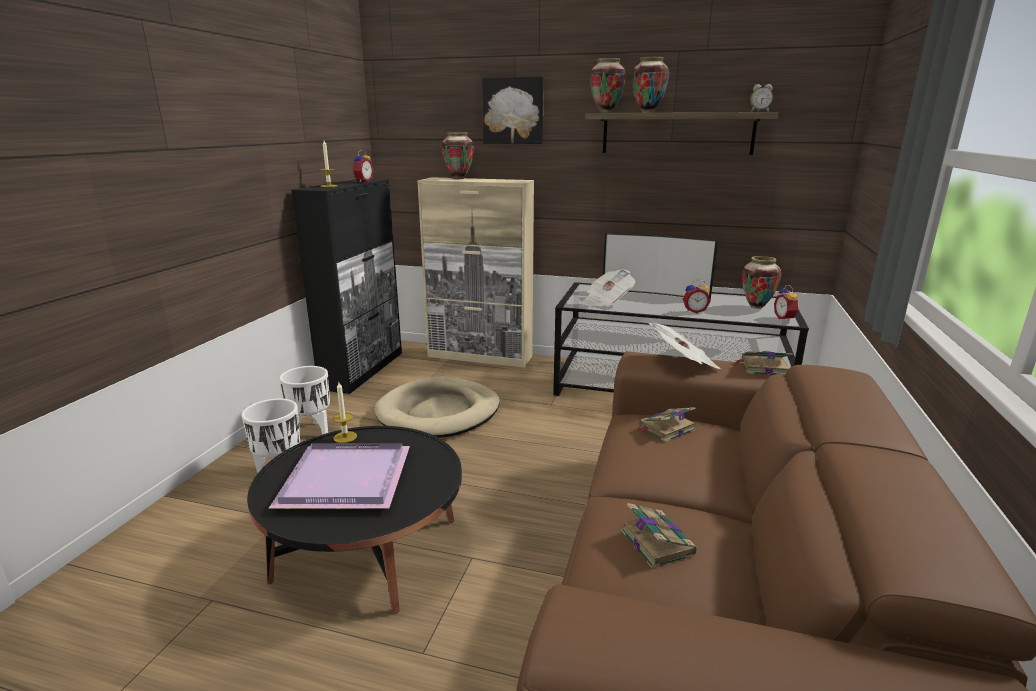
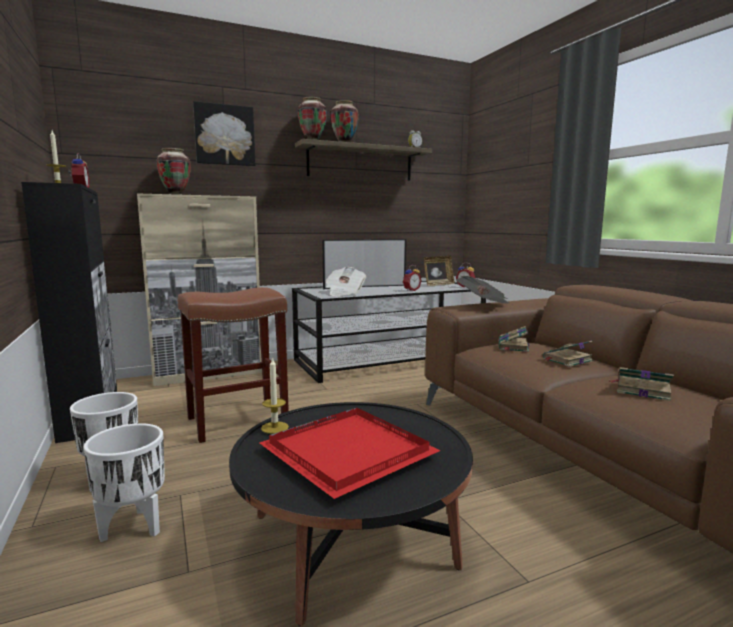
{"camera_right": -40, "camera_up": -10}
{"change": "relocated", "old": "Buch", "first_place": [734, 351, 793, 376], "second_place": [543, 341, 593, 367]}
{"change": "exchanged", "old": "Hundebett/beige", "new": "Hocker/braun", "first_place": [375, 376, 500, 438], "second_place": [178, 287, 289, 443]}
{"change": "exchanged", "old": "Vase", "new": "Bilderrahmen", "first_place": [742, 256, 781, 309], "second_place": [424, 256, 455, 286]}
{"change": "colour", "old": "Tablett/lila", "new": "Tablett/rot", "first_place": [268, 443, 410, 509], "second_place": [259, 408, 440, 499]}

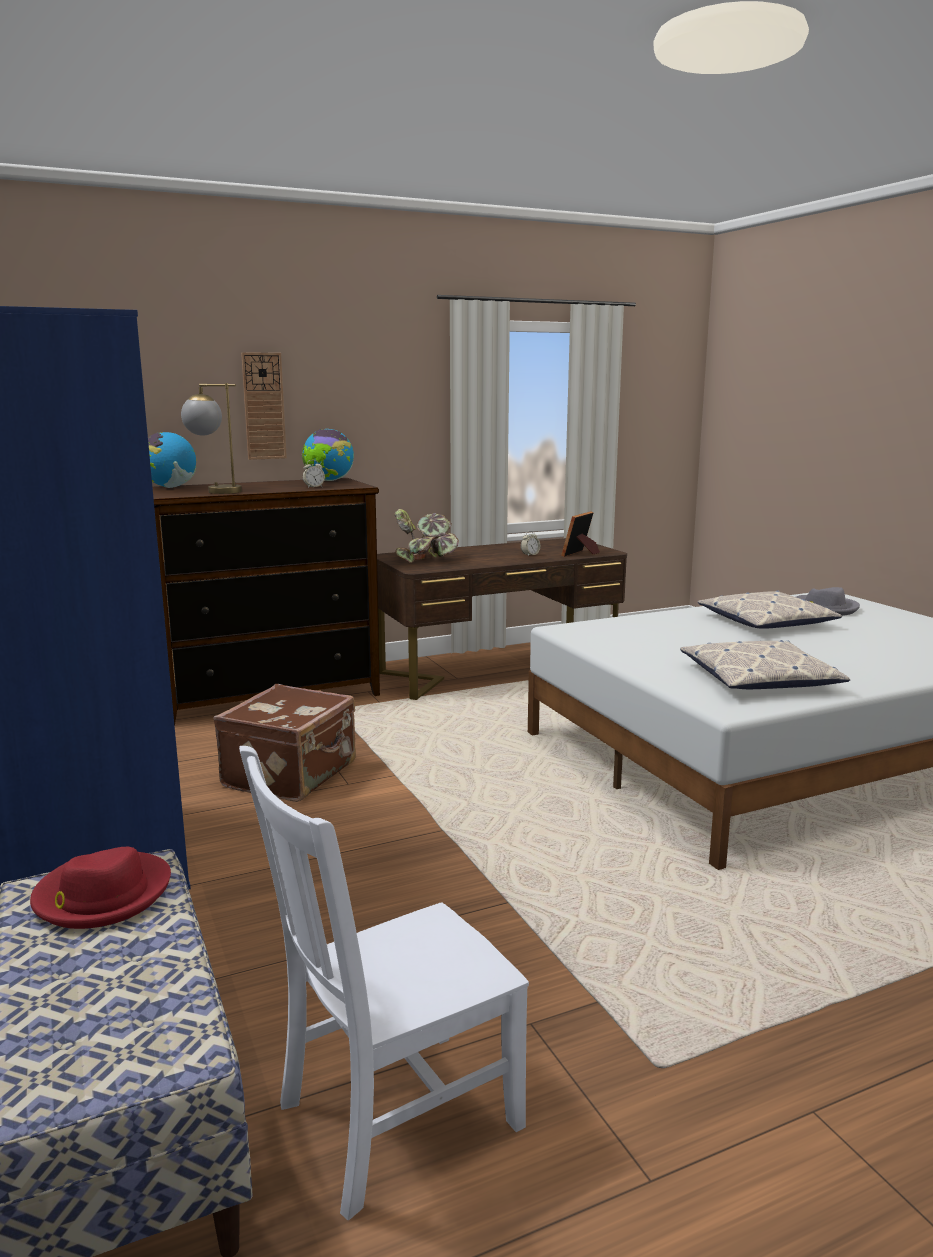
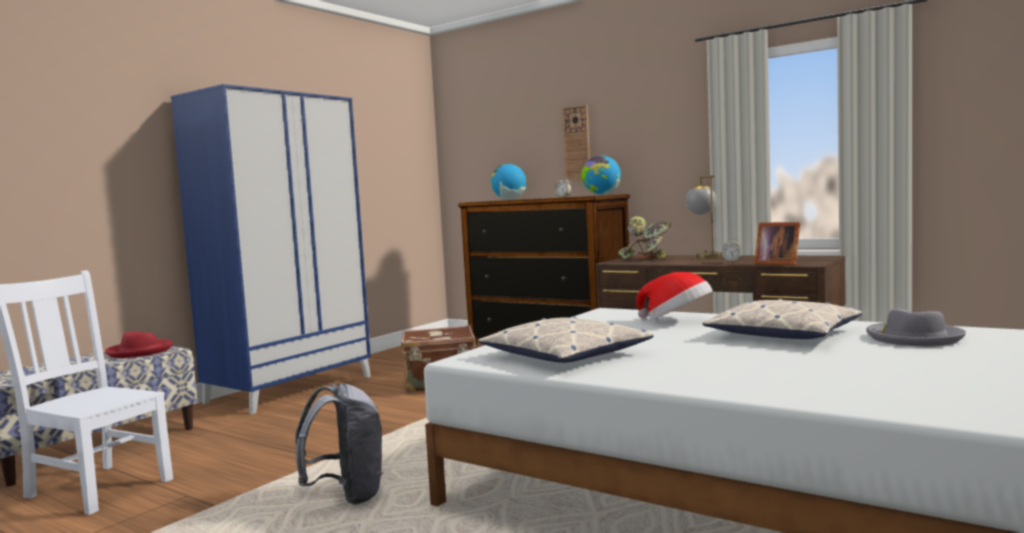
{"camera_right": 60, "camera_up": -10}
{"change": "appeared", "new": "Rucksack/grau", "second_place": [295, 383, 384, 505]}
{"change": "appeared", "new": "Hut", "second_place": [636, 272, 712, 321]}
{"change": "relocated", "old": "Tischlampe", "first_place": [181, 383, 242, 494], "second_place": [685, 175, 722, 259]}
{"change": "spun", "old": "Bilderrahmen", "first_place": [561, 511, 600, 557], "second_place": [754, 222, 800, 265], "degrees": -135}

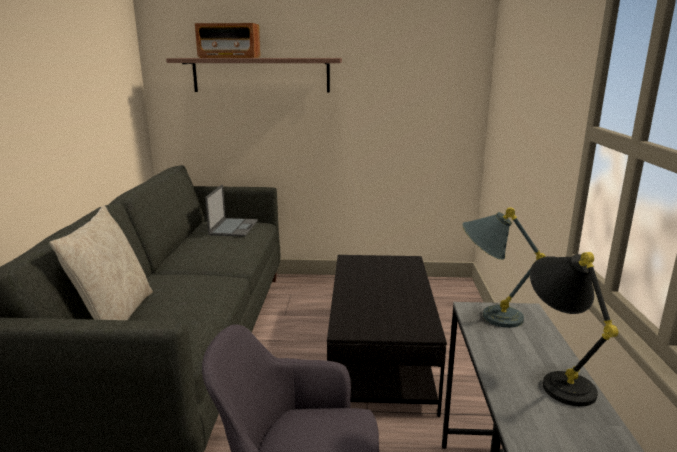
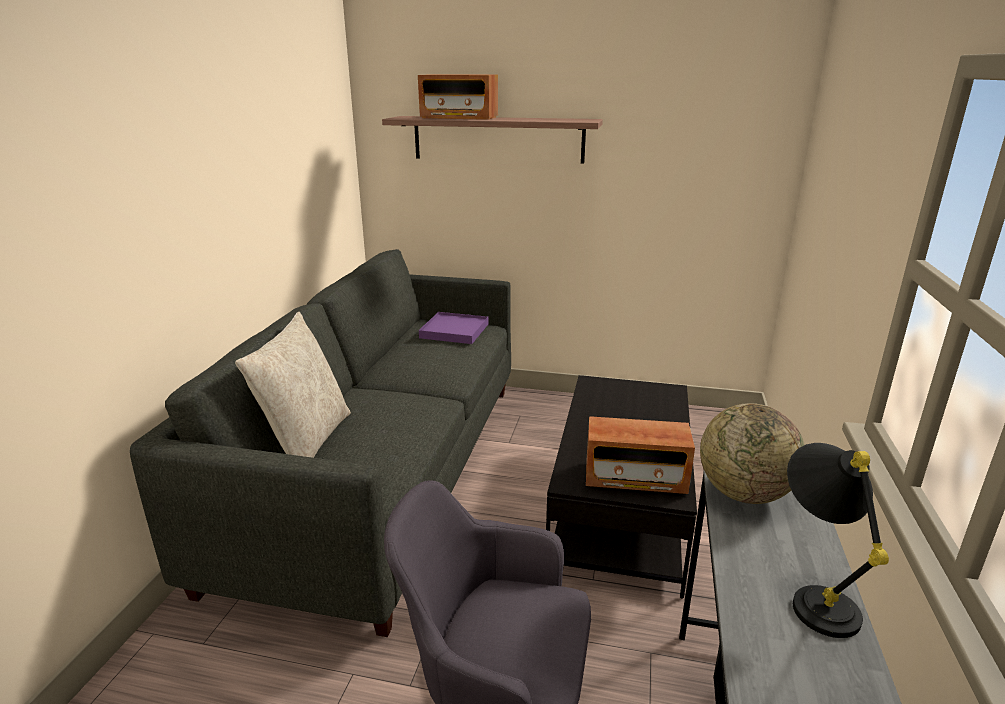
{"camera_right": 10, "camera_up": 5}
{"change": "appeared", "new": "Radio", "second_place": [586, 416, 695, 494]}
{"change": "exchanged", "old": "Laptop", "new": "Tablett/lila", "first_place": [205, 185, 258, 237], "second_place": [419, 312, 488, 344]}
{"change": "exchanged", "old": "Tischlampe/grau", "new": "Globus", "first_place": [462, 207, 546, 328], "second_place": [700, 403, 805, 504]}

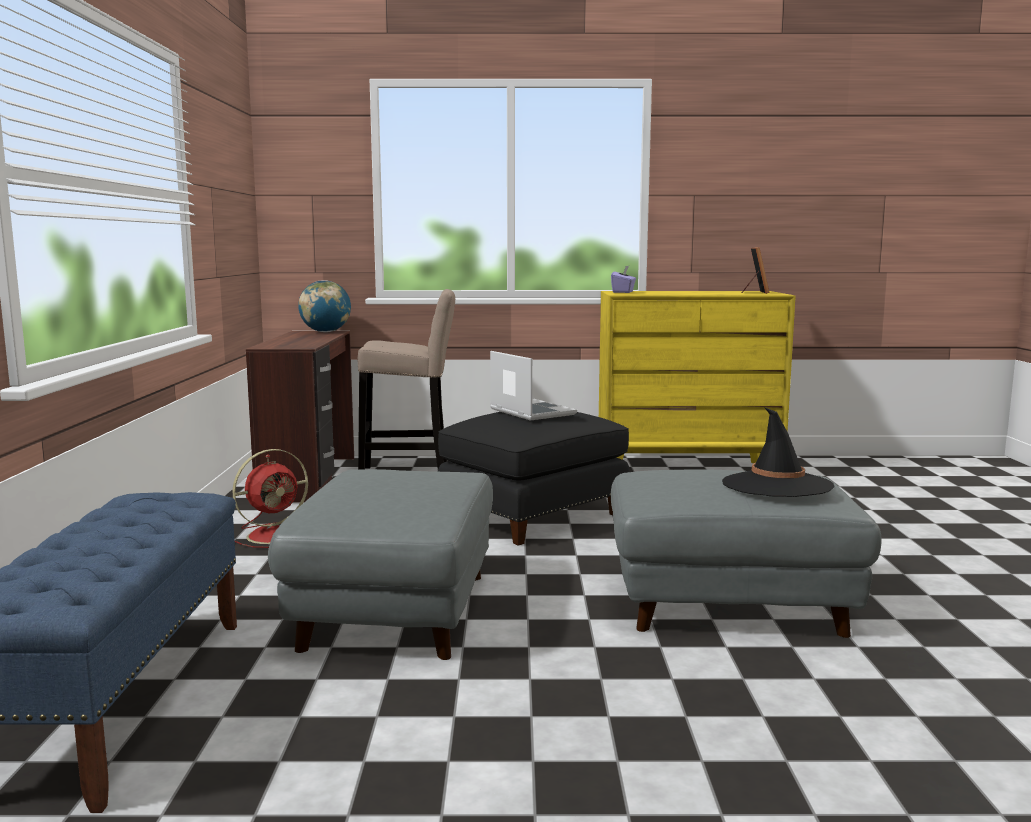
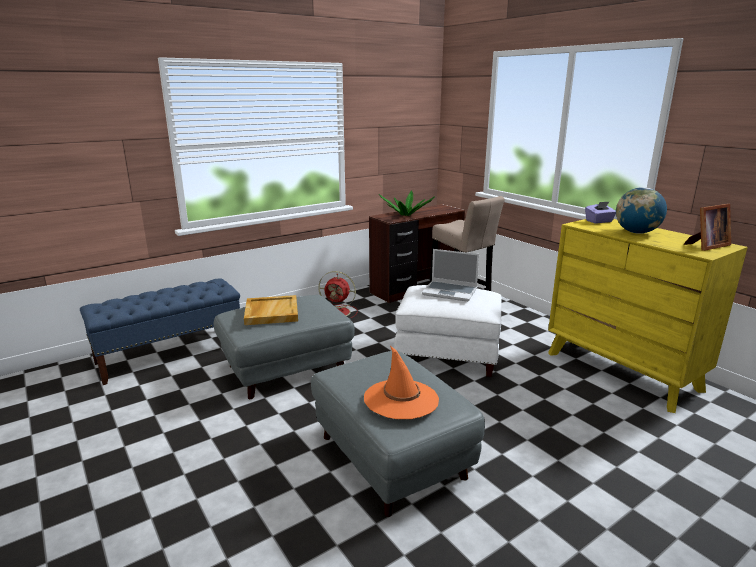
{"camera_right": 55, "camera_up": 10}
{"change": "appeared", "new": "Tablett/beige", "second_place": [244, 295, 298, 325]}
{"change": "appeared", "new": "Topfpflanze", "second_place": [379, 191, 435, 216]}
{"change": "relocated", "old": "Globus", "first_place": [298, 280, 351, 332], "second_place": [616, 187, 667, 234]}
{"change": "colour", "old": "Polsterhocker/schwarz", "new": "Polsterhocker/weiß", "first_place": [438, 412, 630, 546], "second_place": [395, 285, 502, 377]}
{"change": "colour", "old": "Hut/schwarz", "new": "Hut/orange", "first_place": [722, 407, 835, 497], "second_place": [364, 346, 439, 419]}
{"change": "spun", "old": "Laptop", "first_place": [490, 351, 577, 421], "second_place": [422, 249, 479, 302], "degrees": 90}

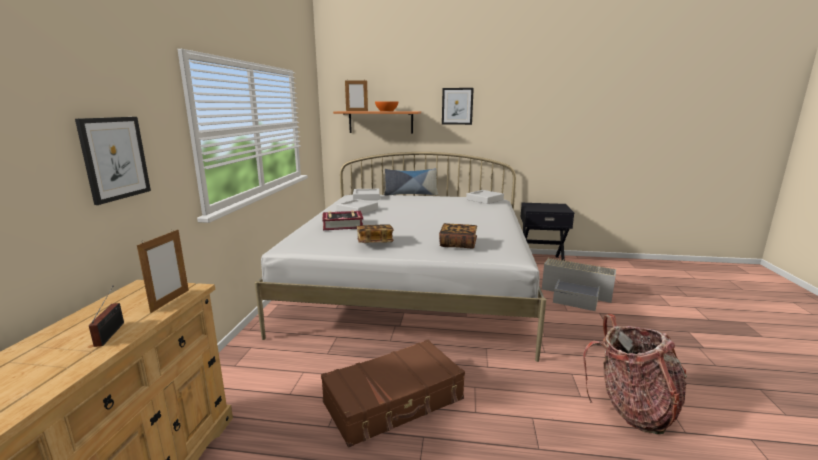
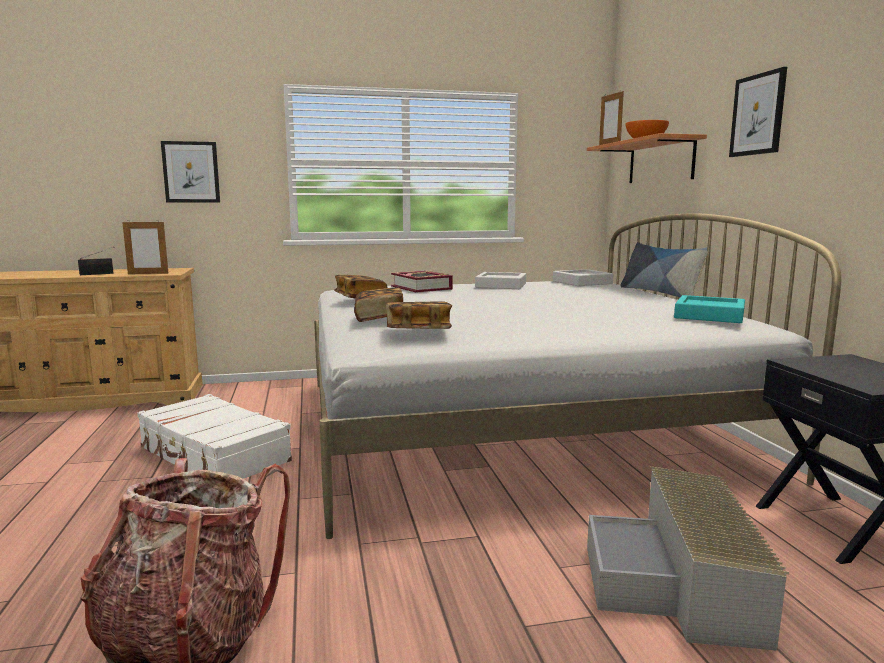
{"camera_right": 70, "camera_up": -5}
{"change": "appeared", "new": "Buch", "second_place": [386, 301, 452, 329]}
{"change": "colour", "old": "Koffer/braun", "new": "Koffer/weiß", "first_place": [321, 340, 465, 448], "second_place": [137, 394, 292, 479]}
{"change": "colour", "old": "Tablett/grau", "new": "Tablett/türkis", "first_place": [466, 190, 504, 204], "second_place": [674, 295, 745, 323]}

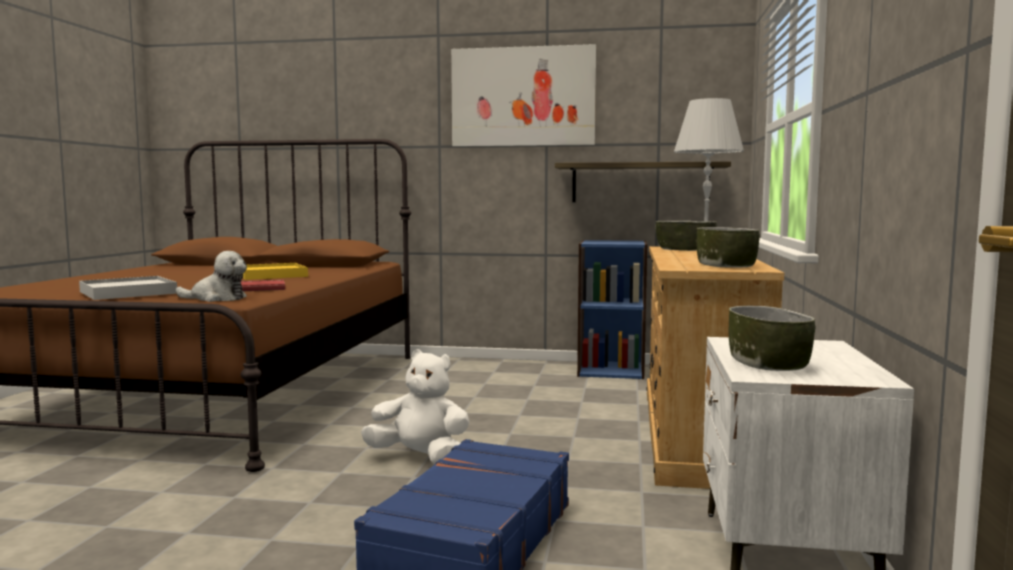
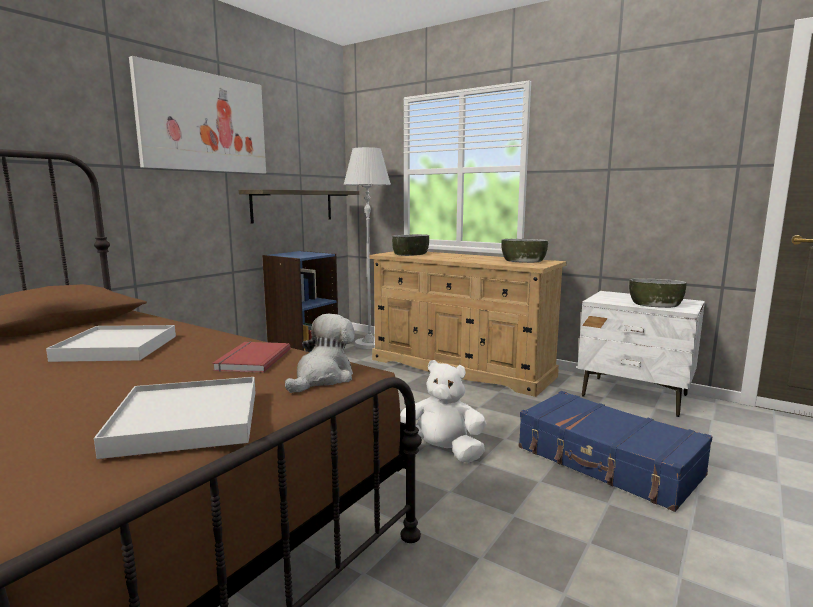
{"camera_right": -65, "camera_up": 5}
{"change": "colour", "old": "Tablett/gelb", "new": "Tablett/weiß", "first_place": [243, 263, 308, 280], "second_place": [46, 325, 176, 362]}
{"change": "spun", "old": "Plüschtier/weiß", "first_place": [361, 349, 469, 464], "second_place": [400, 360, 487, 463], "degrees": 60}

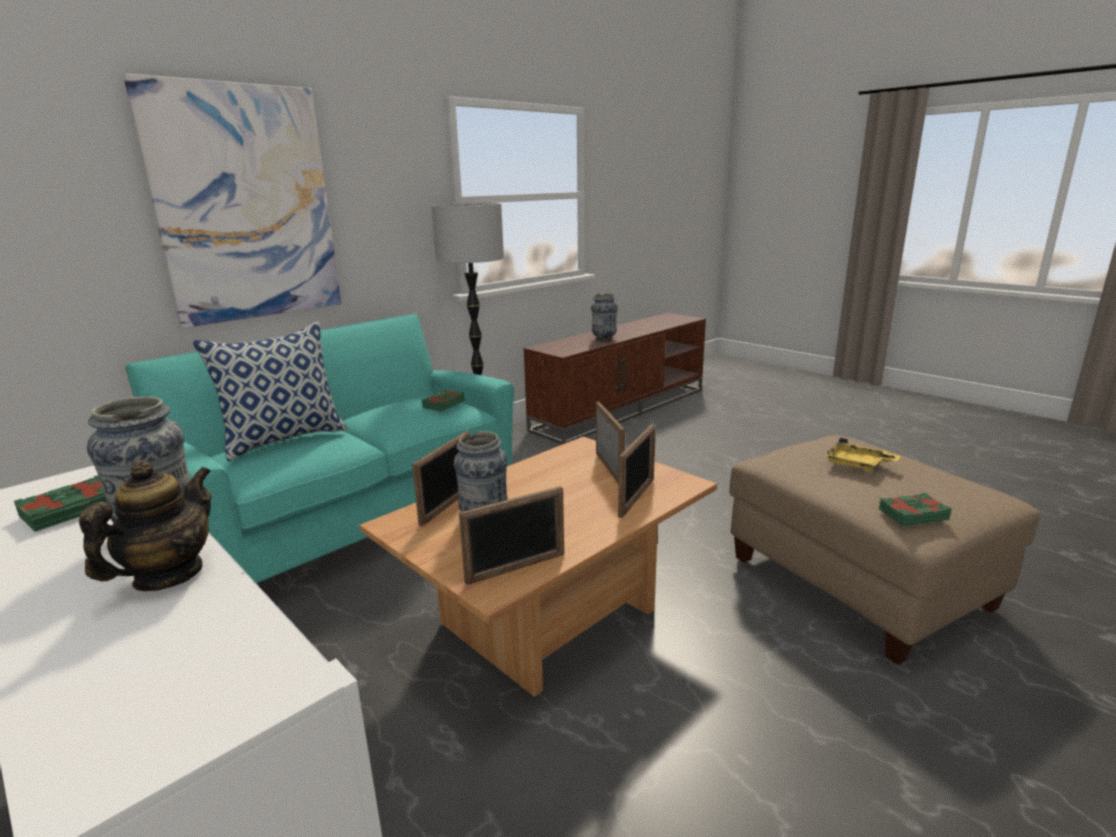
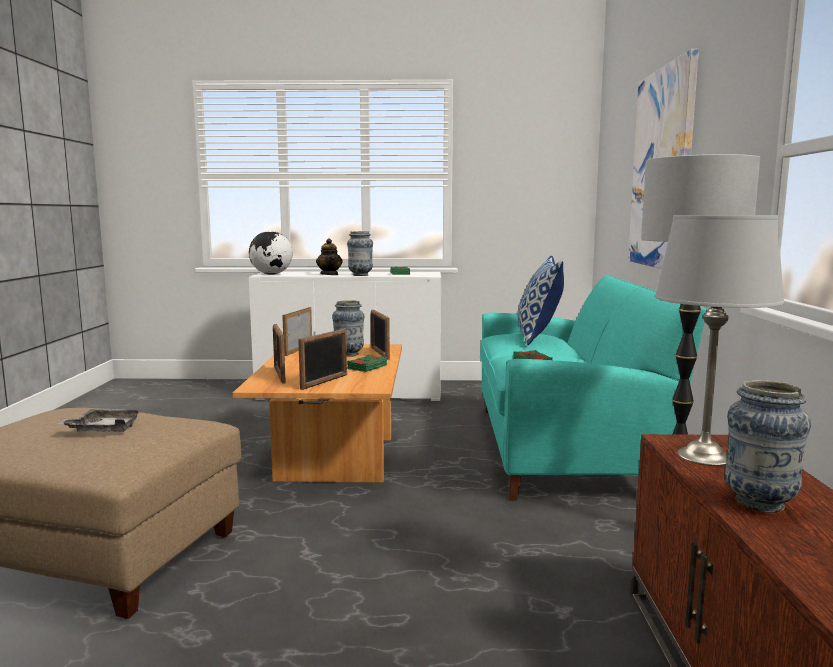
{"camera_right": 135, "camera_up": -10}
{"change": "appeared", "new": "Globus", "second_place": [249, 231, 293, 275]}
{"change": "appeared", "new": "Tischlampe/grau", "second_place": [655, 215, 784, 466]}
{"change": "relocated", "old": "Buch/grün", "first_place": [879, 493, 952, 526], "second_place": [347, 355, 387, 372]}
{"change": "colour", "old": "Tablett/gelb", "new": "Tablett/grau", "first_place": [824, 438, 901, 471], "second_place": [57, 409, 142, 432]}
{"change": "spun", "old": "Bilderrahmen", "first_place": [596, 402, 625, 484], "second_place": [298, 329, 347, 390], "degrees": -90}

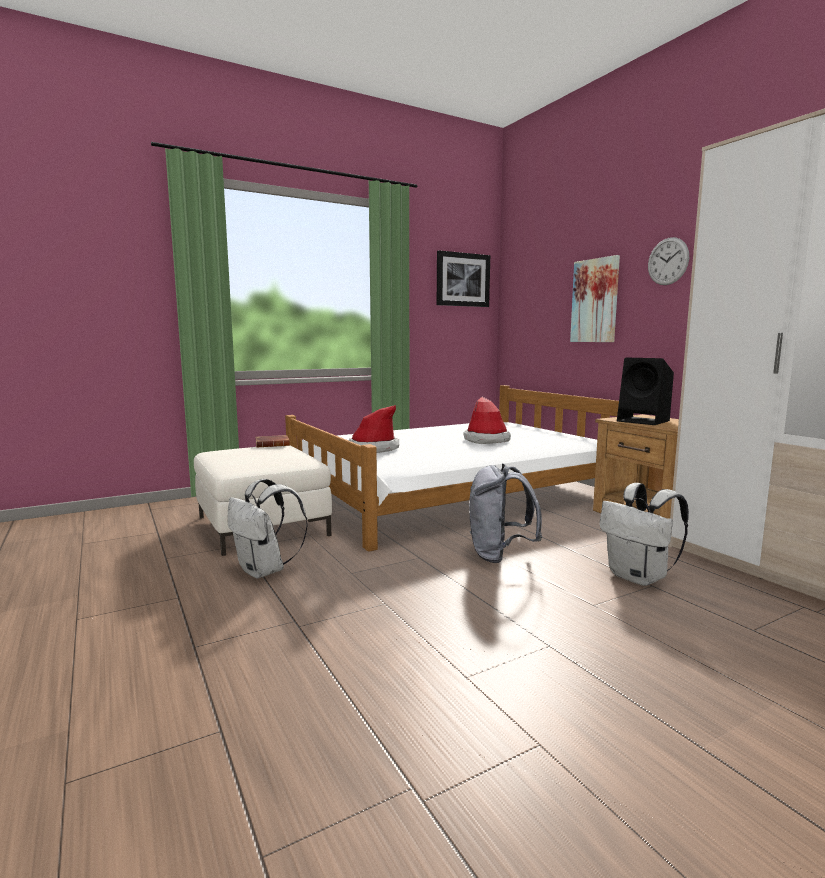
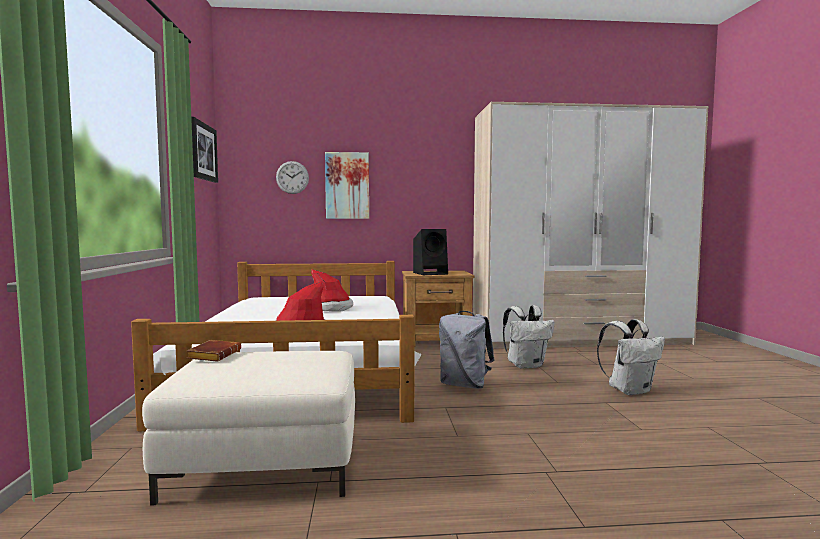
{"camera_right": -65, "camera_up": -5}
{"change": "relocated", "old": "Rucksack/weiß", "first_place": [228, 479, 308, 579], "second_place": [597, 319, 665, 395]}
{"change": "relocated", "old": "Wanduhr", "first_place": [648, 237, 689, 285], "second_place": [276, 161, 309, 194]}

